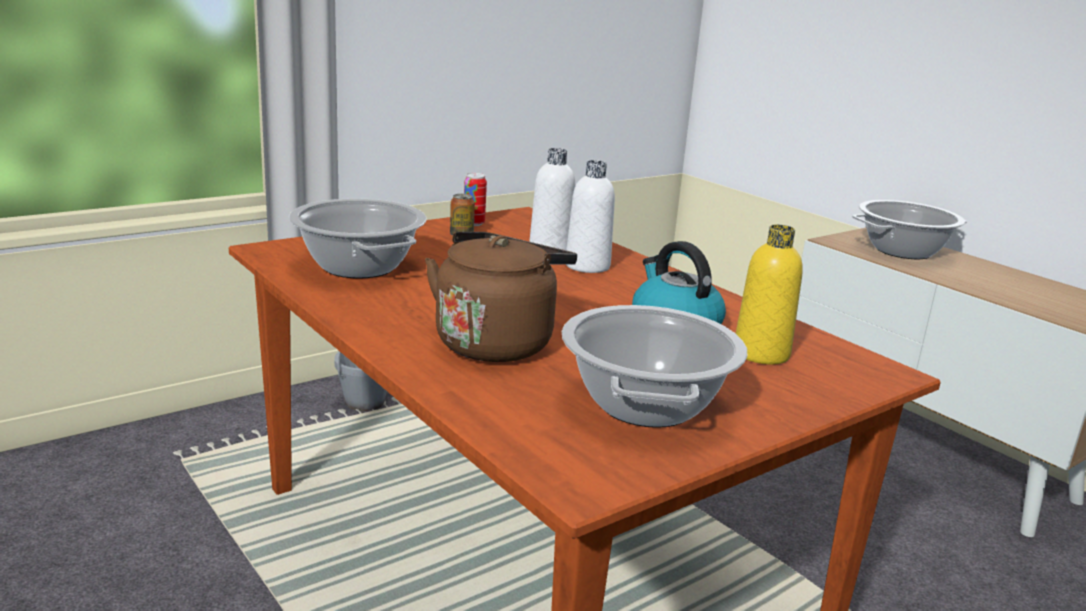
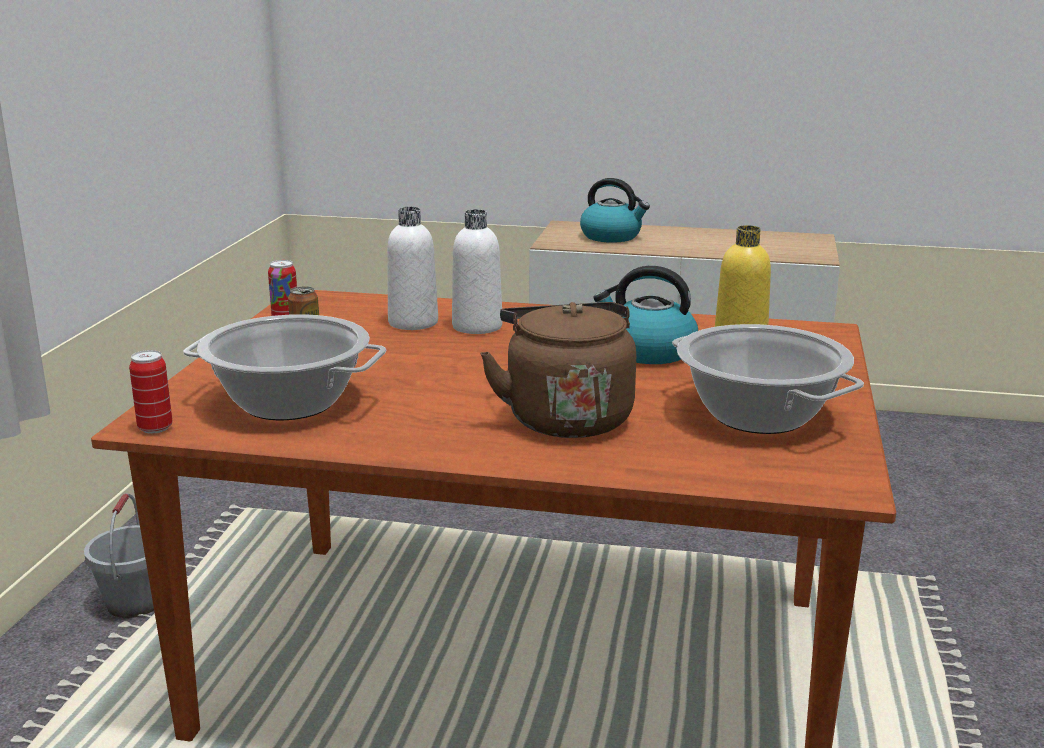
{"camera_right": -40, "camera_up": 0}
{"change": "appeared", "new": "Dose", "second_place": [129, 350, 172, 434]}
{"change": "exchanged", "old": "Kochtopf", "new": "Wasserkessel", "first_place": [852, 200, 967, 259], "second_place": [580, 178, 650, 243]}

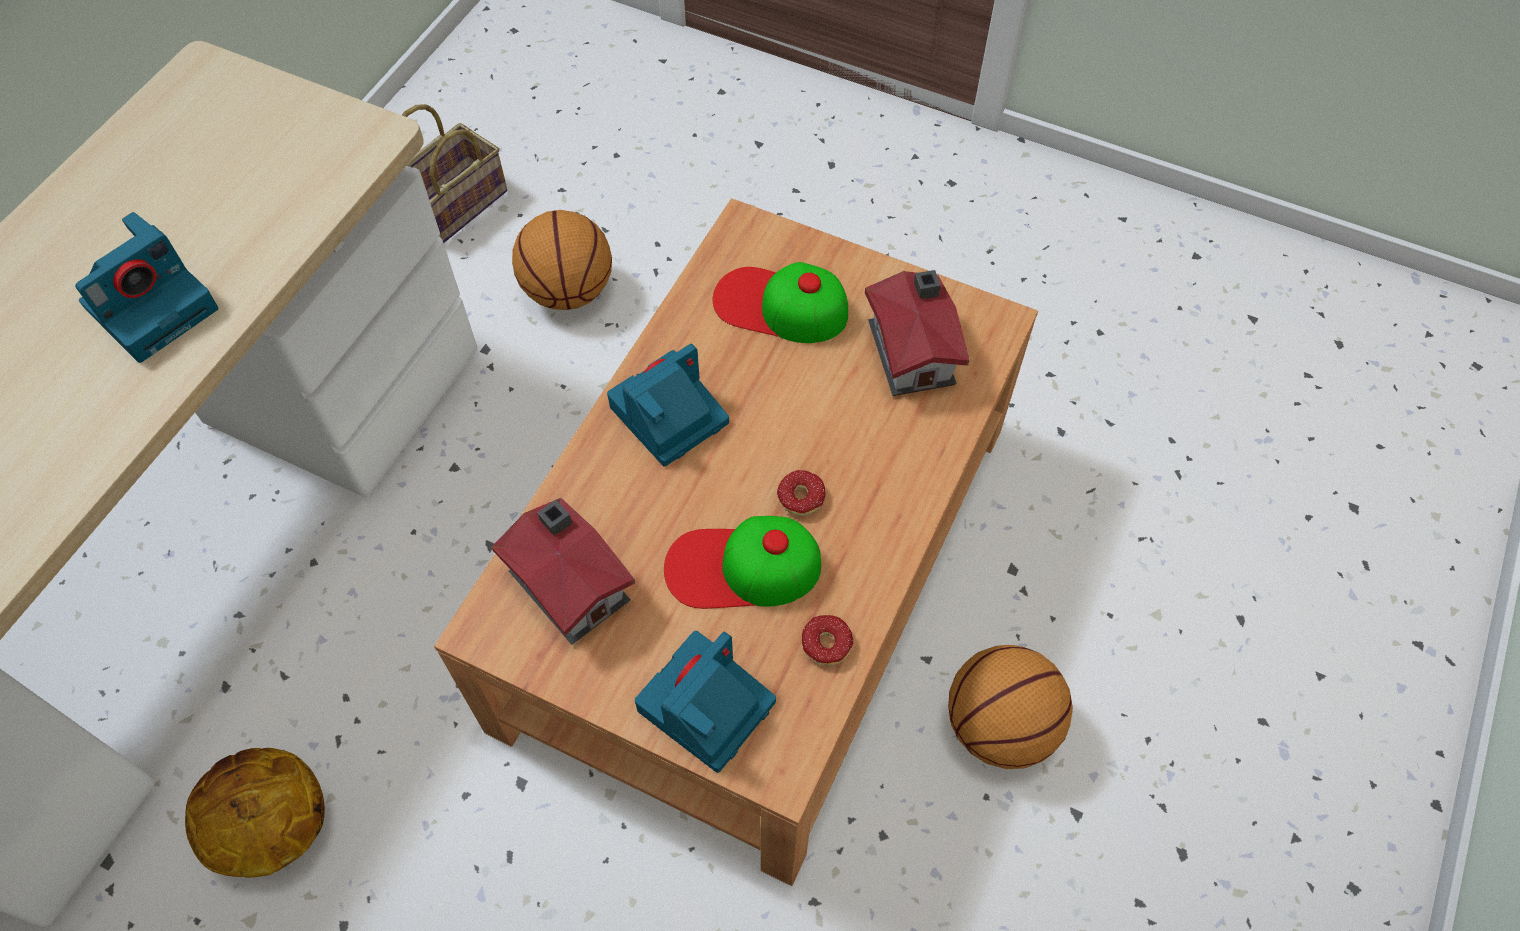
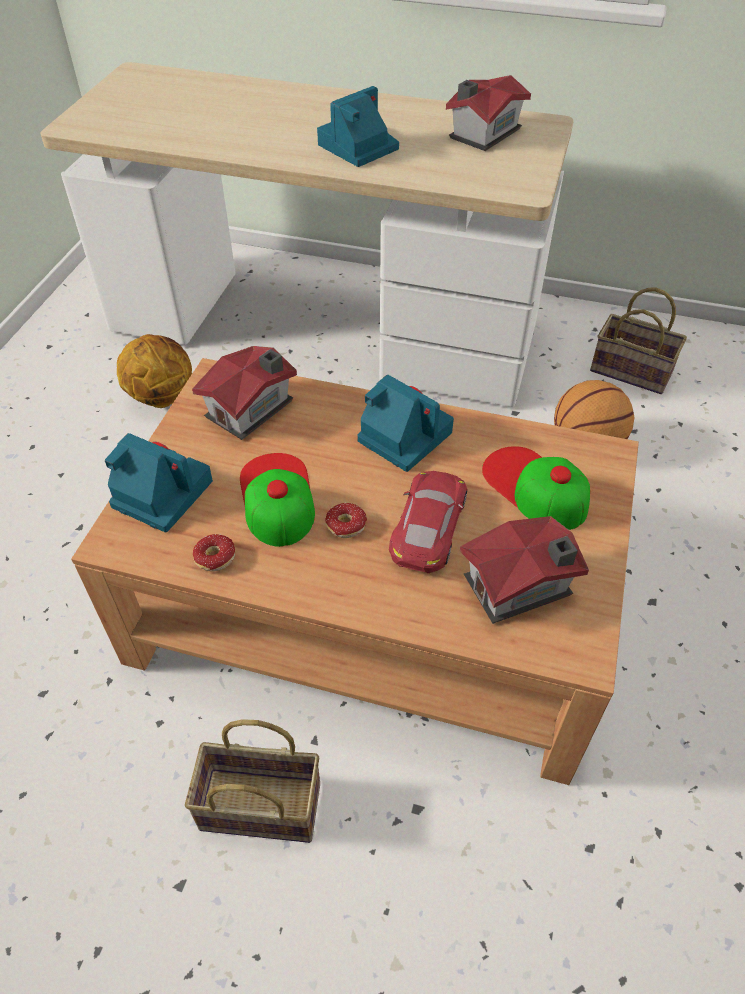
{"camera_right": 80, "camera_up": -10}
{"change": "appeared", "new": "Spielzeugauto/rot", "second_place": [389, 471, 468, 573]}
{"change": "appeared", "new": "Spielzeughaus", "second_place": [446, 75, 531, 151]}
{"change": "exchanged", "old": "Basketball", "new": "Korb", "first_place": [948, 645, 1073, 769], "second_place": [185, 719, 320, 843]}
{"change": "spun", "old": "Kamera", "first_place": [75, 212, 219, 363], "second_place": [317, 86, 399, 167], "degrees": 105}
{"change": "spun", "old": "Kappe", "first_place": [713, 262, 848, 343], "second_place": [482, 446, 590, 530], "degrees": -45}

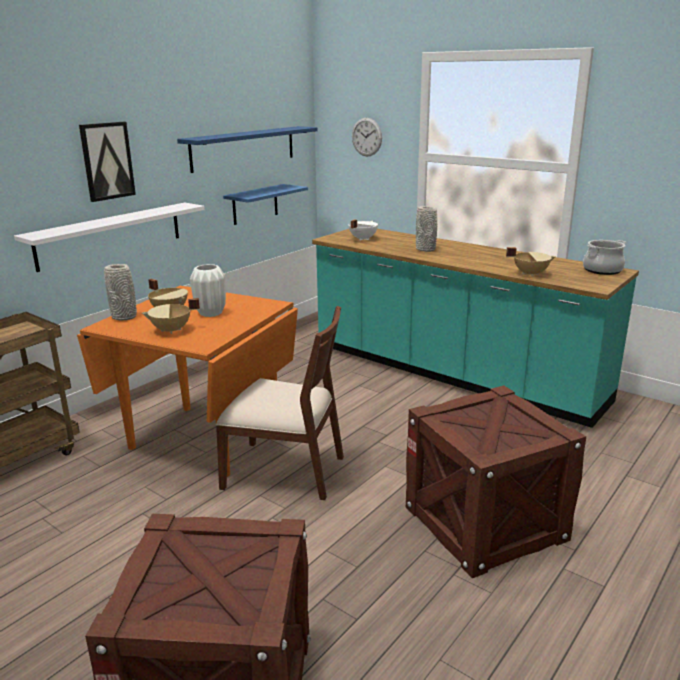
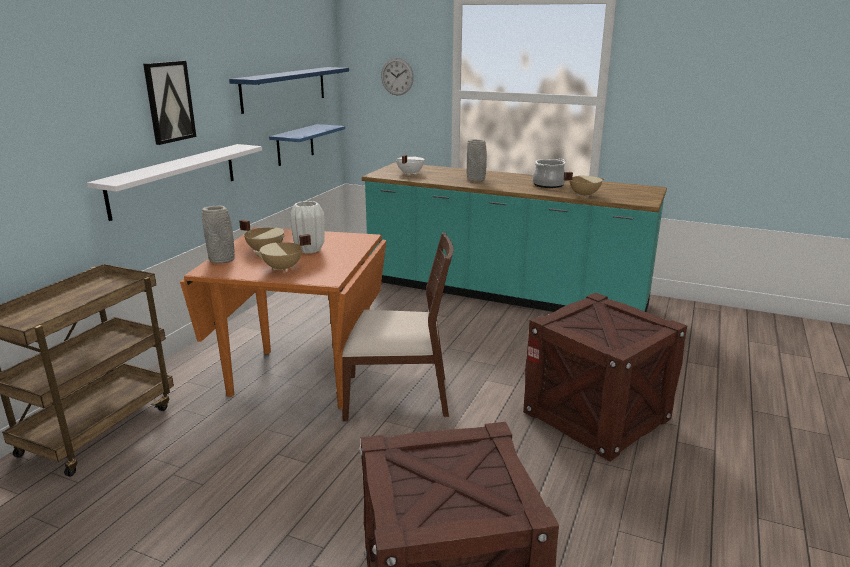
{"camera_right": -15, "camera_up": 0}
{"change": "relocated", "old": "Kochtopf", "first_place": [583, 240, 626, 275], "second_place": [532, 159, 566, 188]}

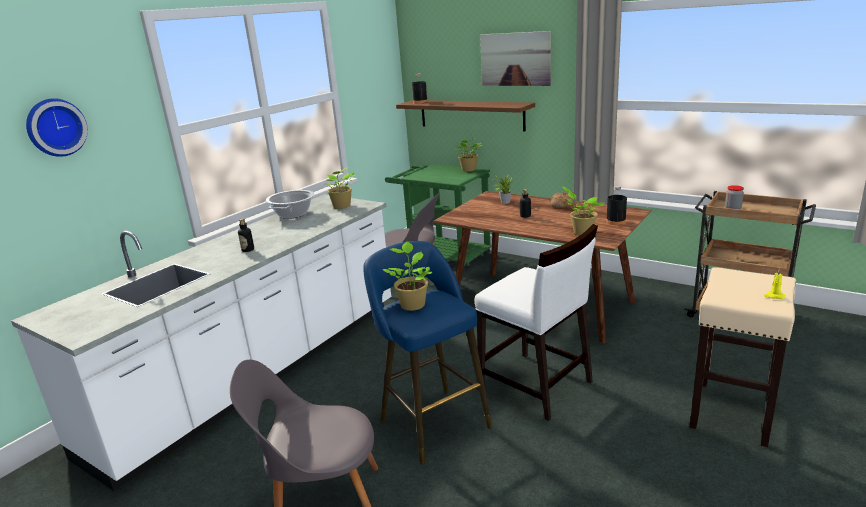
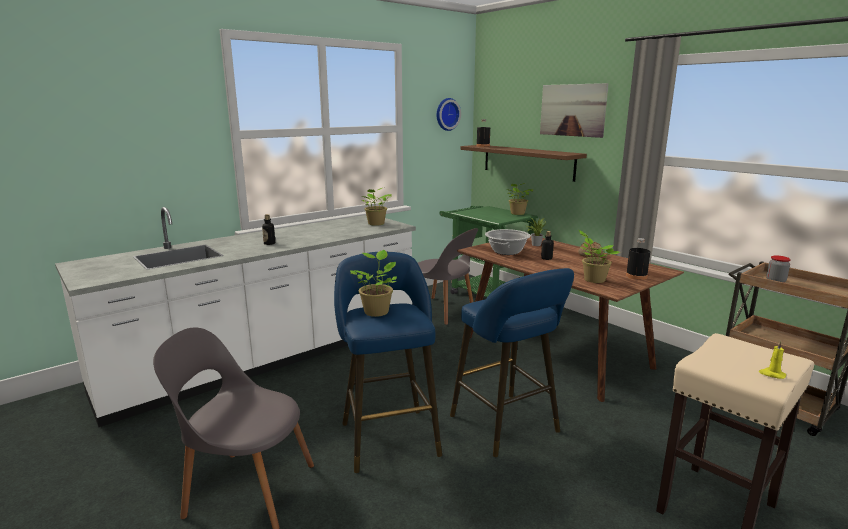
{"camera_right": 15, "camera_up": -5}
{"change": "relocated", "old": "Wanduhr", "first_place": [26, 98, 88, 157], "second_place": [437, 98, 461, 131]}
{"change": "relocated", "old": "Kochtopf", "first_place": [266, 190, 314, 219], "second_place": [485, 229, 531, 255]}
{"change": "exchanged", "old": "Stuhl/weiß", "new": "Hocker/blau", "first_place": [475, 224, 598, 421], "second_place": [450, 268, 574, 457]}

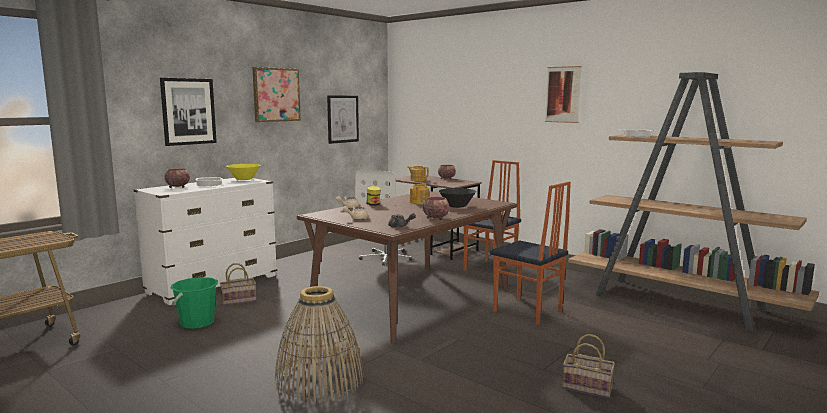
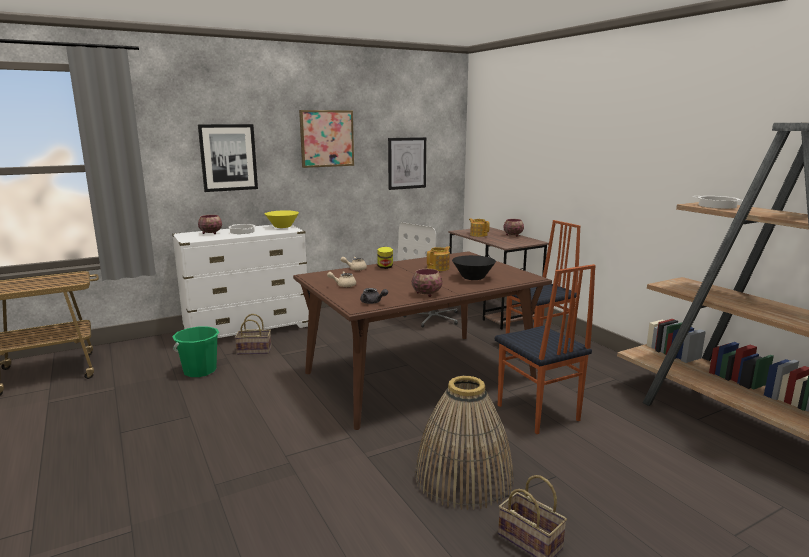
{"camera_right": 20, "camera_up": 5}
{"change": "missing", "old": "Bild", "first_place": [545, 66, 582, 123]}
{"change": "relocated", "old": "Korb", "first_place": [274, 286, 364, 404], "second_place": [415, 376, 513, 510]}

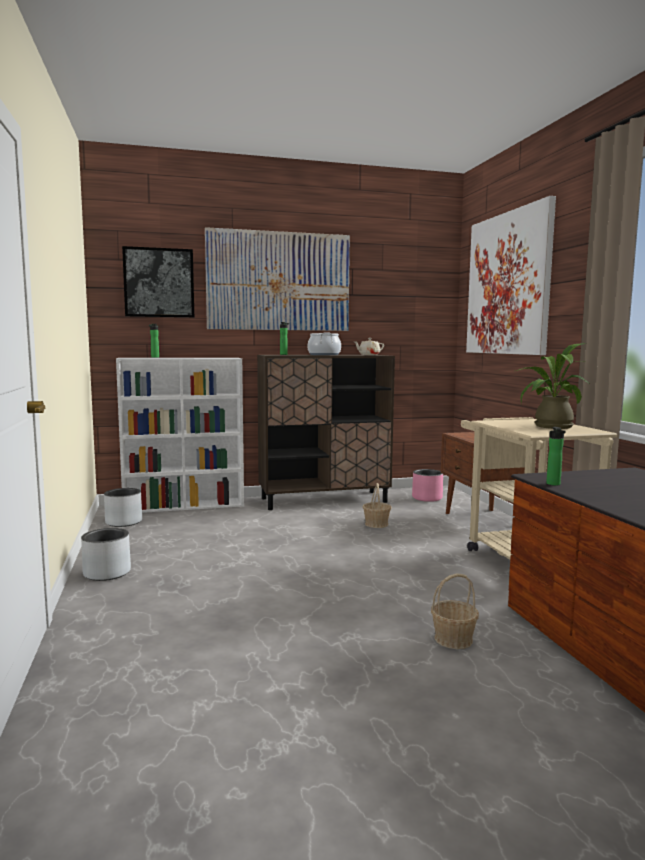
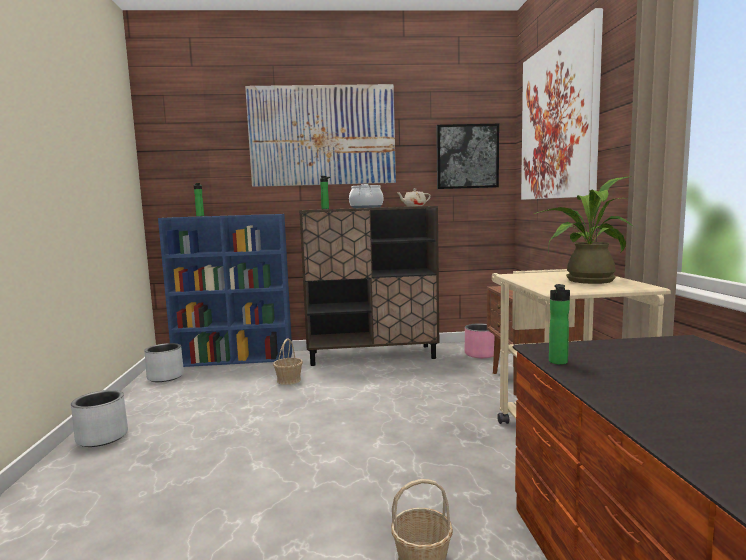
{"camera_right": 10, "camera_up": 0}
{"change": "relocated", "old": "Bild", "first_place": [122, 246, 194, 318], "second_place": [436, 124, 499, 189]}
{"change": "relocated", "old": "Korb", "first_place": [363, 483, 392, 528], "second_place": [273, 339, 303, 385]}
{"change": "colour", "old": "Bücherregal/weiß", "new": "Bücherregal/blau", "first_place": [116, 358, 244, 513], "second_place": [158, 214, 292, 367]}

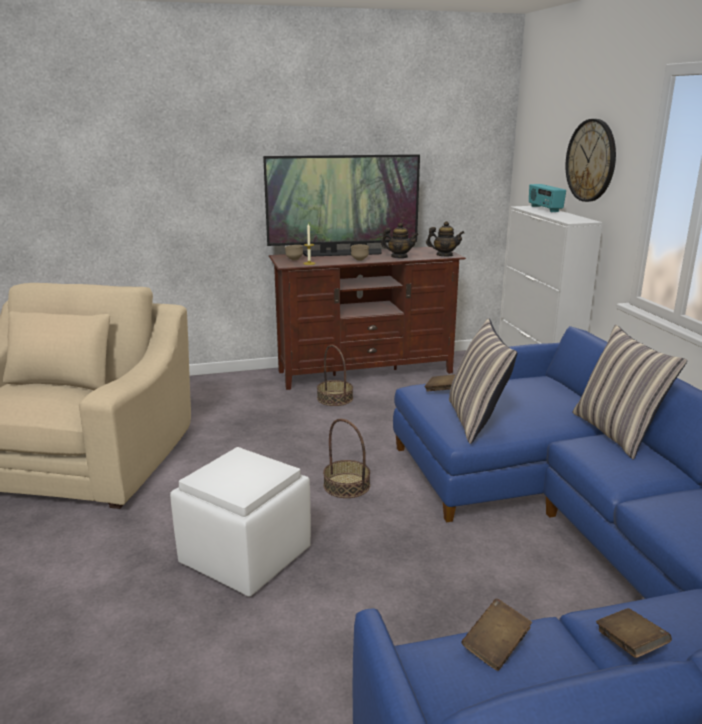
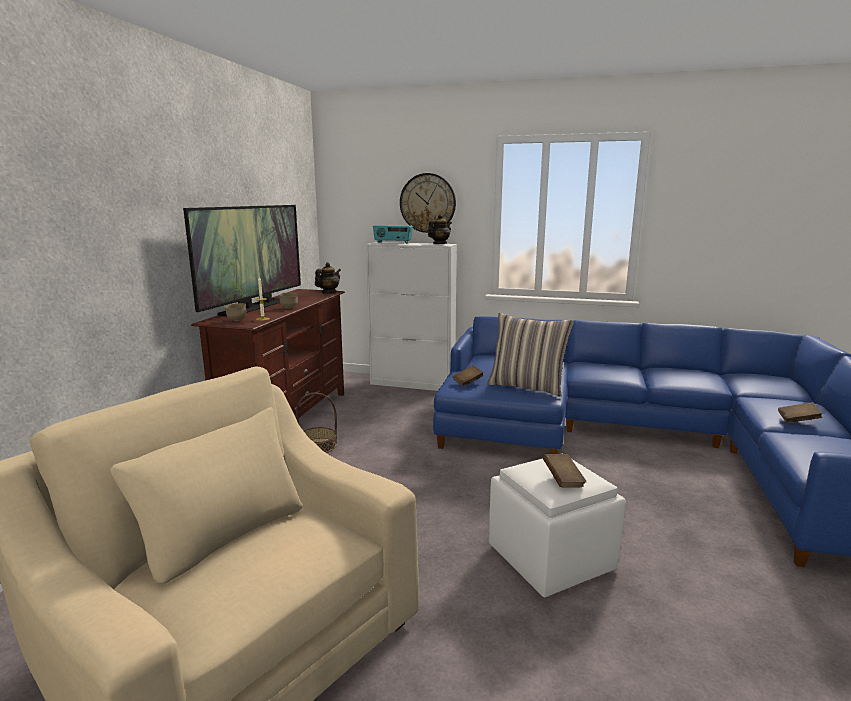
{"camera_right": -60, "camera_up": -5}
{"change": "missing", "old": "Korb", "first_place": [323, 419, 370, 498]}
{"change": "missing", "old": "Kissen", "first_place": [572, 325, 687, 460]}
{"change": "relocated", "old": "Teekanne", "first_place": [381, 223, 419, 258], "second_place": [428, 214, 452, 244]}
{"change": "relocated", "old": "Buch/braun", "first_place": [462, 598, 532, 671], "second_place": [542, 454, 586, 487]}

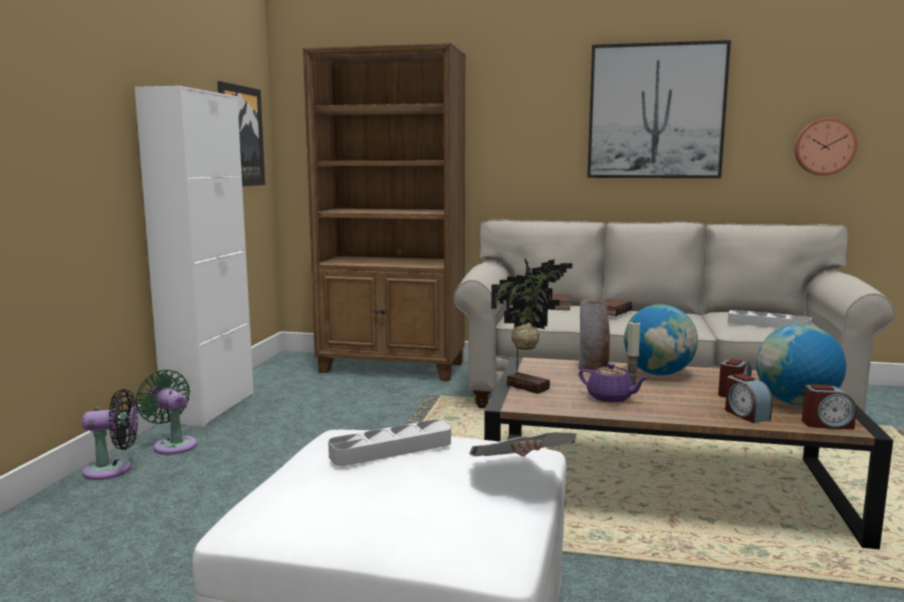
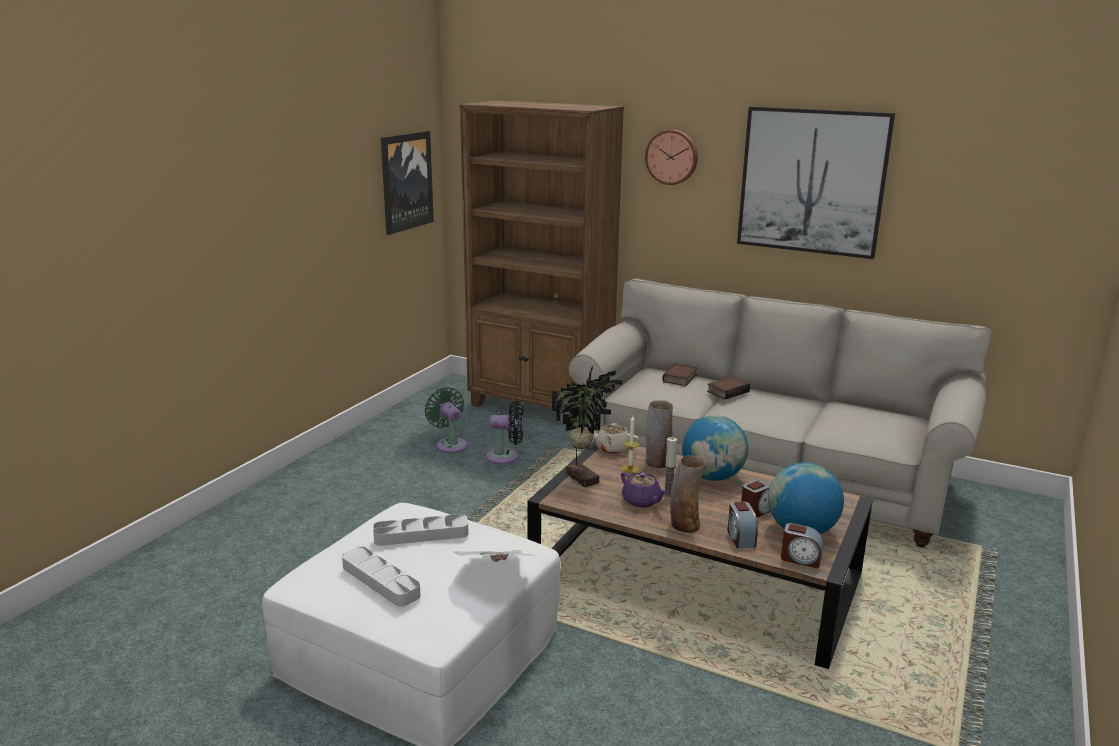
{"camera_right": 15, "camera_up": 10}
{"change": "missing", "old": "Schrank/weiß", "first_place": [135, 86, 254, 427]}
{"change": "appeared", "new": "Teekanne/beige", "second_place": [593, 423, 639, 454]}
{"change": "appeared", "new": "Kerze", "second_place": [621, 416, 639, 473]}
{"change": "appeared", "new": "Vase", "second_place": [670, 455, 706, 533]}
{"change": "relocated", "old": "Ventilator/schwarz", "first_place": [82, 389, 138, 480], "second_place": [486, 401, 524, 464]}
{"change": "relocated", "old": "Ventilator/grün", "first_place": [136, 370, 197, 455], "second_place": [425, 387, 468, 453]}
{"change": "relocated", "old": "Tablett/grau", "first_place": [728, 310, 811, 328], "second_place": [342, 546, 421, 607]}
{"change": "relocated", "old": "Wanduhr", "first_place": [794, 118, 857, 175], "second_place": [645, 130, 698, 185]}

